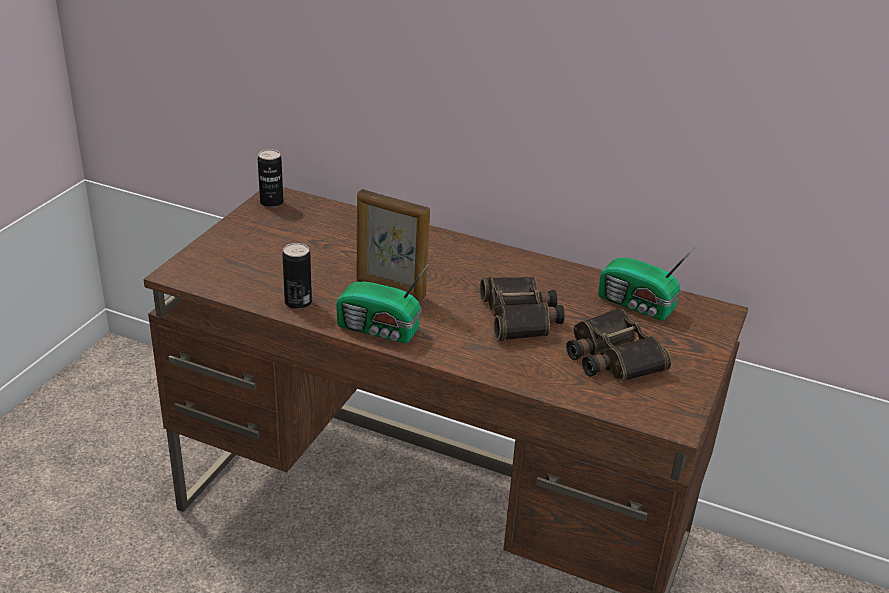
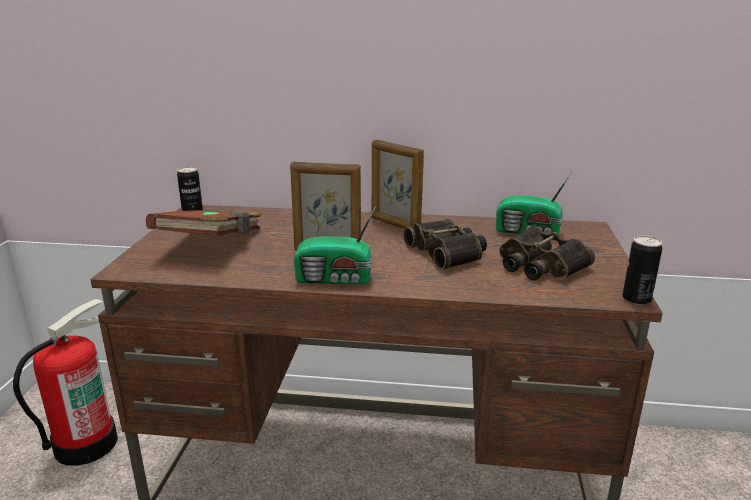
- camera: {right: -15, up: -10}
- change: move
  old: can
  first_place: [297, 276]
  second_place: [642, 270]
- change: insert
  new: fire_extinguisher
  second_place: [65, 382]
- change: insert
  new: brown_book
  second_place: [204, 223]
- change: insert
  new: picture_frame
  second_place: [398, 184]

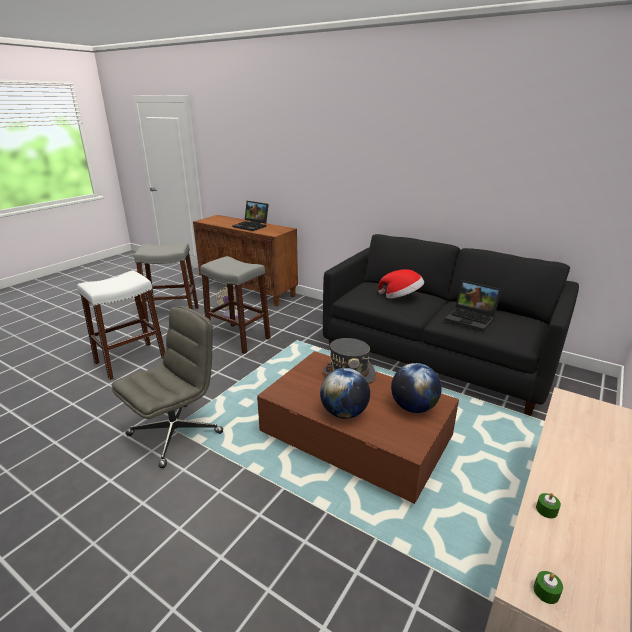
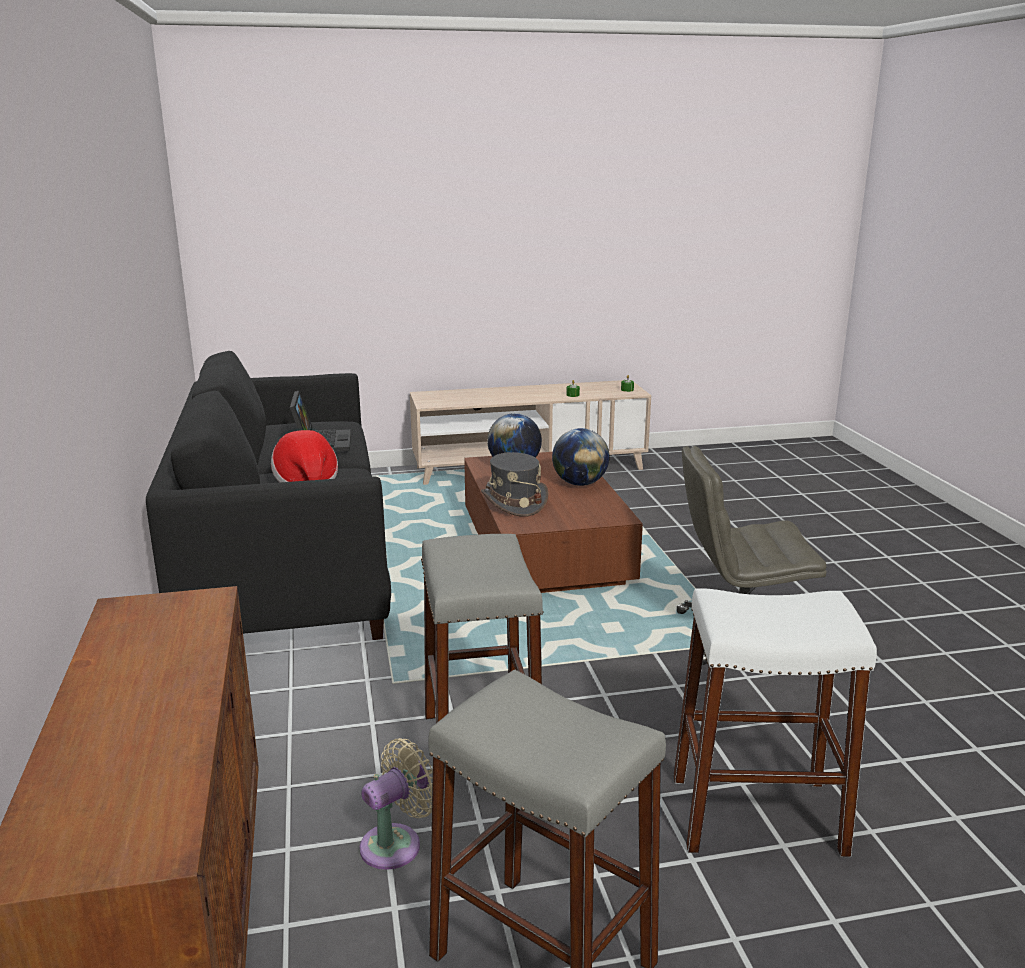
- camera: {right: -135, up: -5}
- change: delete
  old: laptop
  first_place: [250, 216]

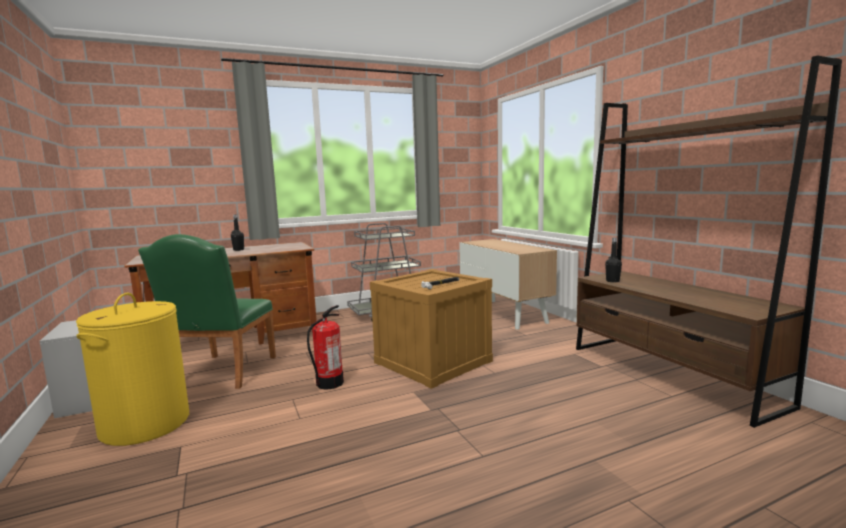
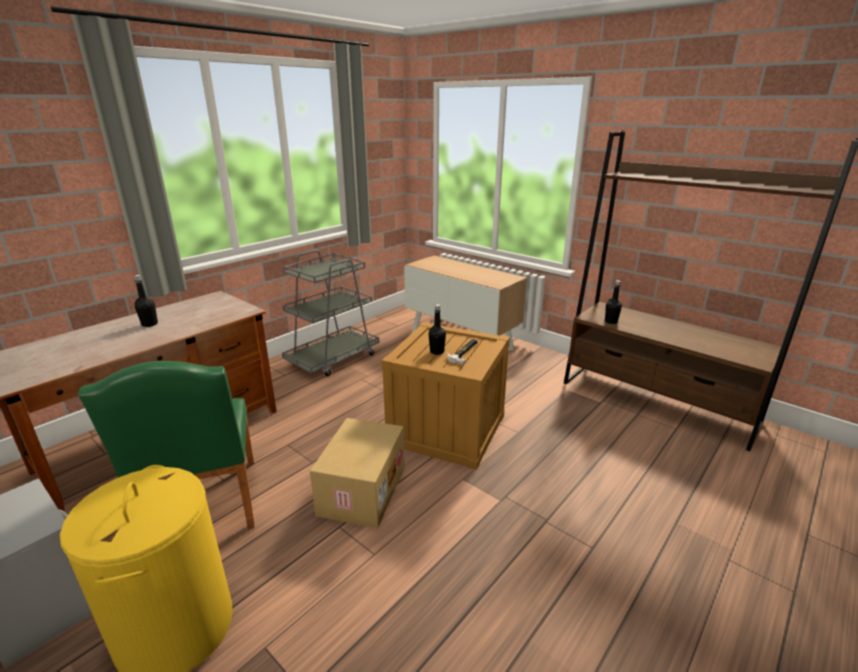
- camera: {right: -25, up: 15}
- change: replace
  old: fire_extinguisher
  new: cardboard_box
  first_place: [325, 347]
  second_place: [357, 473]
- change: insert
  new: black_bottle
  second_place: [437, 329]

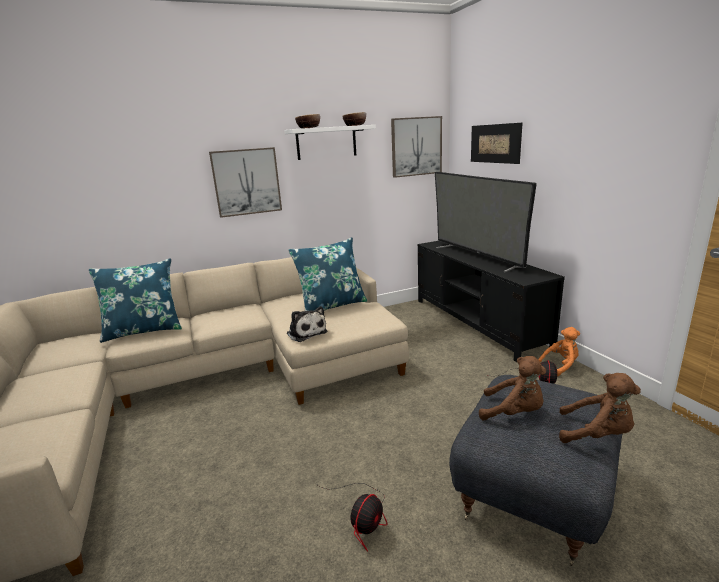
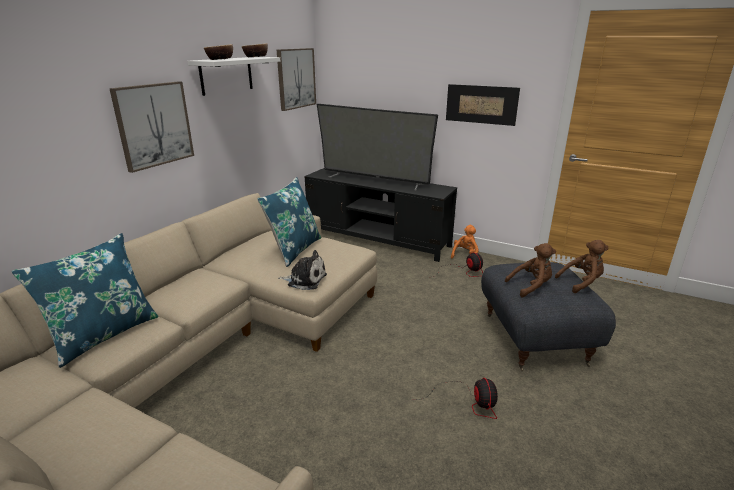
- camera: {right: -40, up: 5}
- change: move
  old: picture
  first_place: [497, 143]
  second_place: [483, 105]

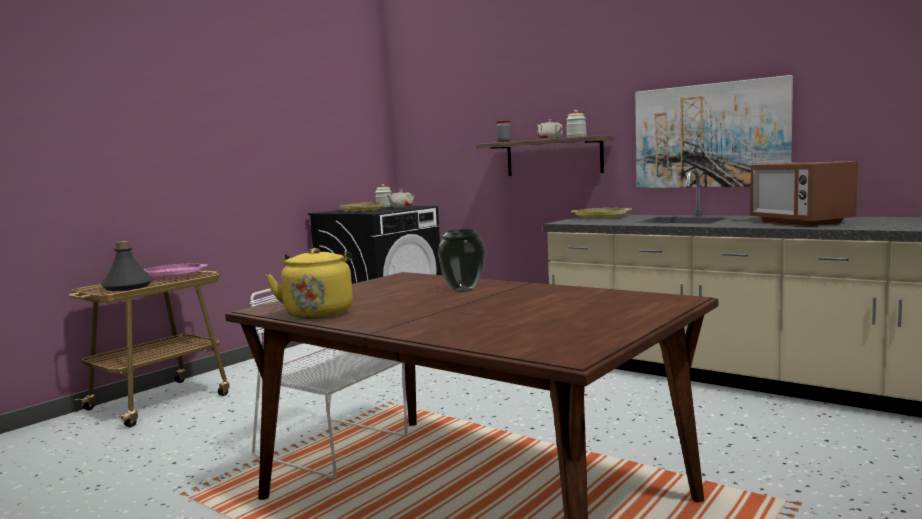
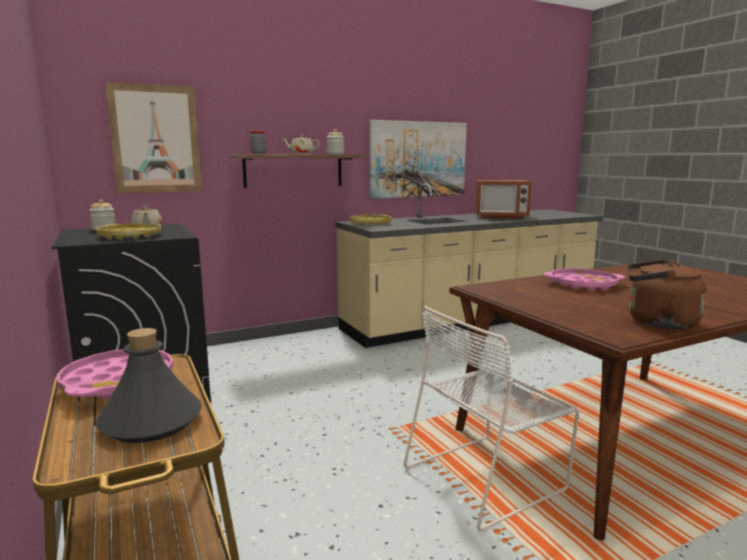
- camera: {right: -65, up: 5}
- change: recolor
  old: yellow_kettle
  new: brown_kettle
  first_place: [309, 283]
  second_place: [667, 294]
- change: replace
  old: vase
  new: pink_tray
  first_place: [462, 260]
  second_place: [584, 279]
- change: insert
  new: picture
  second_place: [153, 137]

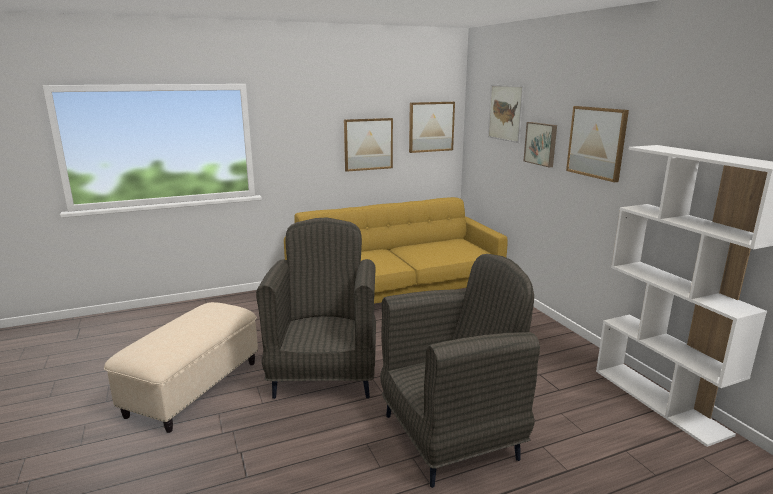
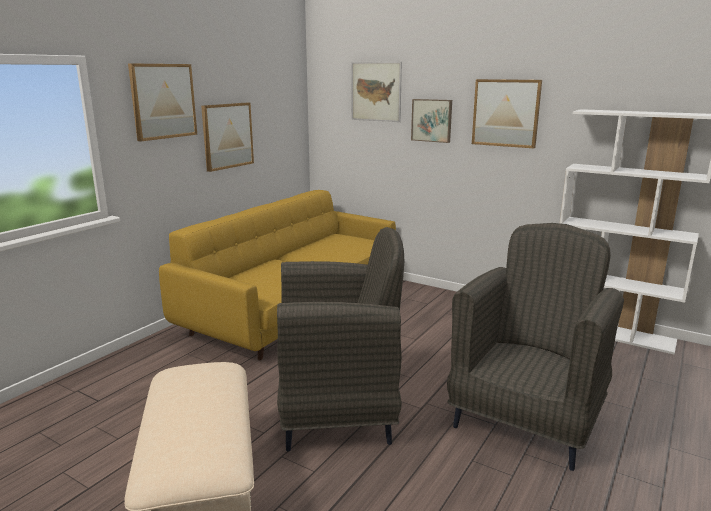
- camera: {right: -35, up: 0}
- change: rotate
  old: grey_armchair
  first_place: [316, 308]
  second_place: [340, 339]
  degrees: 120
- change: move
  old: picture
  first_place: [432, 127]
  second_place: [162, 102]

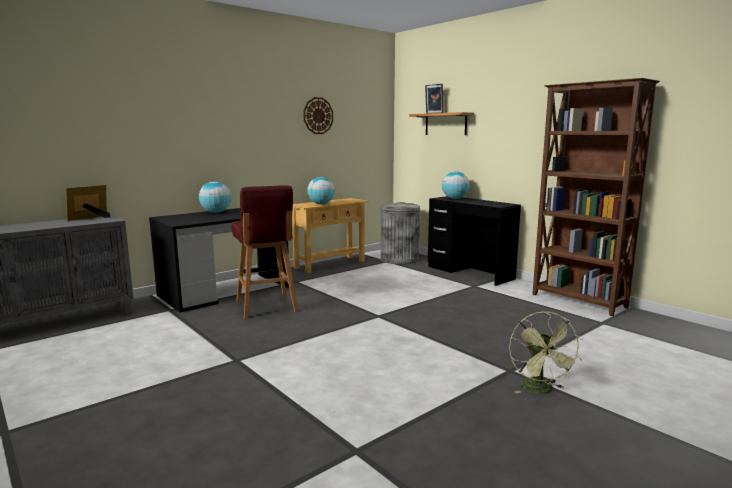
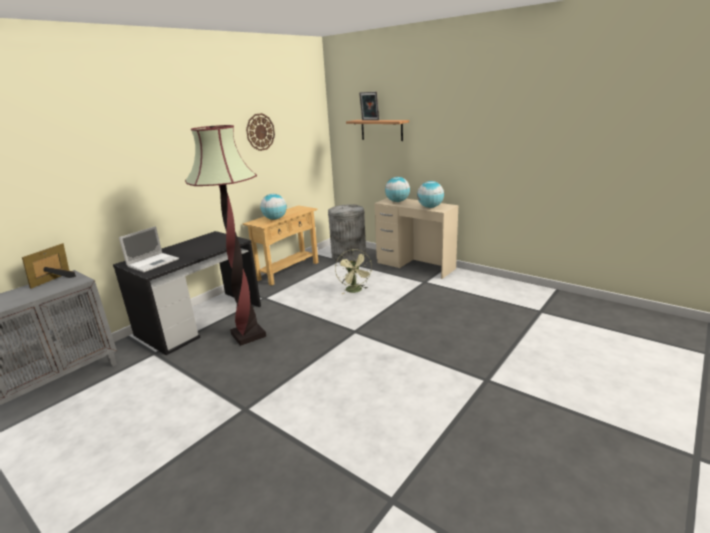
- camera: {right: -10, up: 10}
- change: move
  old: globe
  first_place: [215, 197]
  second_place: [430, 194]
- change: replace
  old: red_stool
  new: floor_lamp
  first_place: [265, 252]
  second_place: [225, 235]
- change: recolor
  old: black_desk
  new: beige_desk
  first_place: [474, 241]
  second_place: [416, 238]
- change: move
  old: green_fan
  first_place: [545, 352]
  second_place: [354, 271]
- change: delete
  old: brown_bookcase
  first_place: [596, 197]
- change: insert
  new: laptop
  second_place: [149, 249]

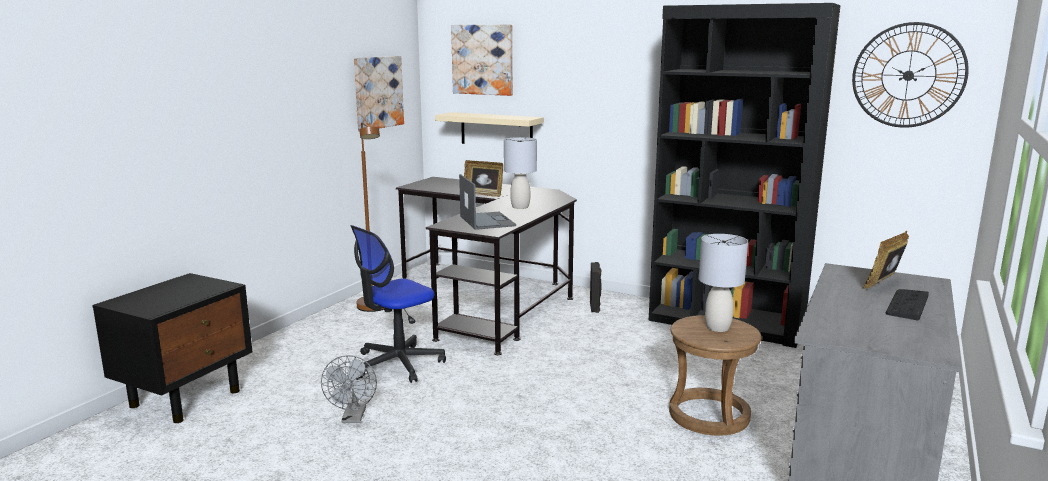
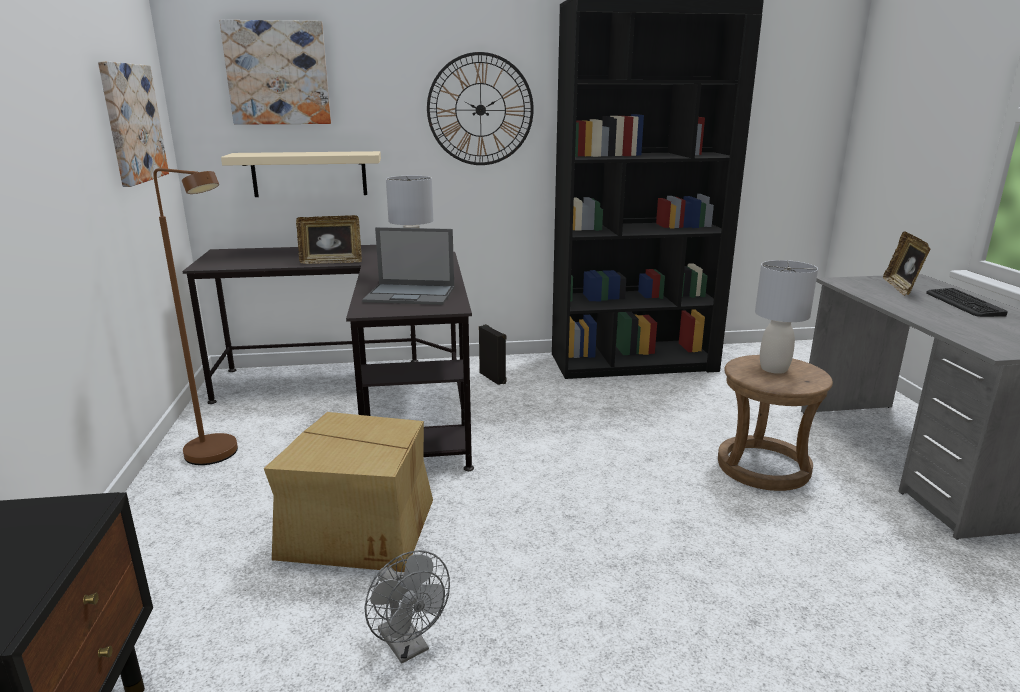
- camera: {right: -35, up: 5}
- change: replace
  old: office_chair
  new: cardboard_box
  first_place: [398, 304]
  second_place: [348, 492]
- change: rotate
  old: laptop
  first_place: [487, 202]
  second_place: [408, 266]
  degrees: 150
- change: move
  old: wall_clock
  first_place: [910, 75]
  second_place: [480, 108]

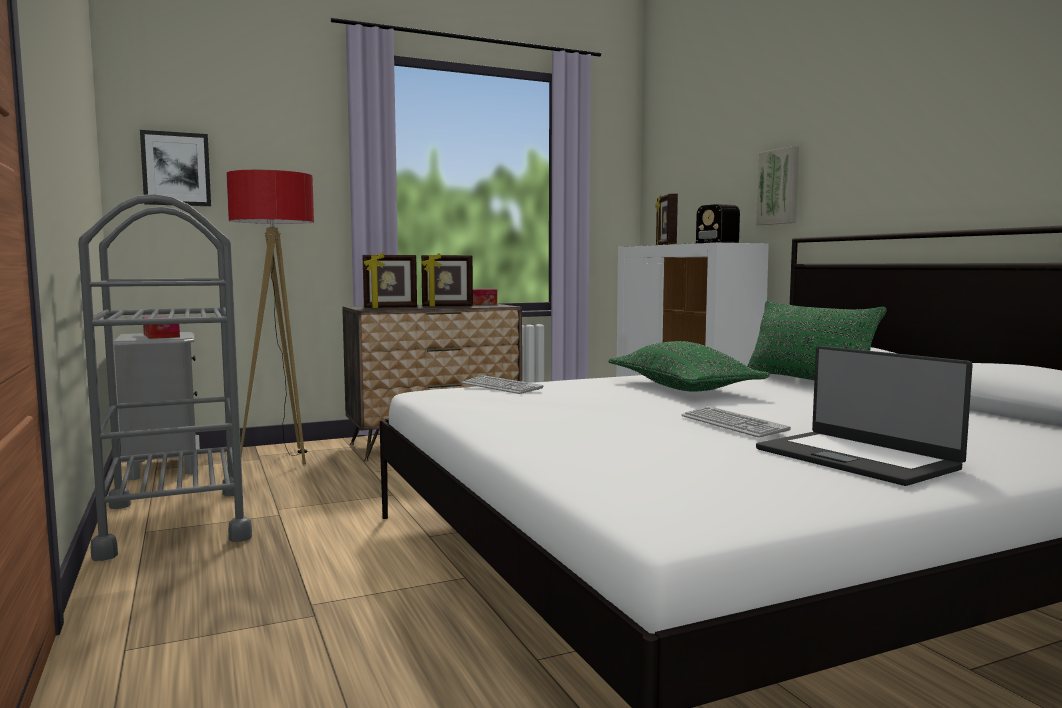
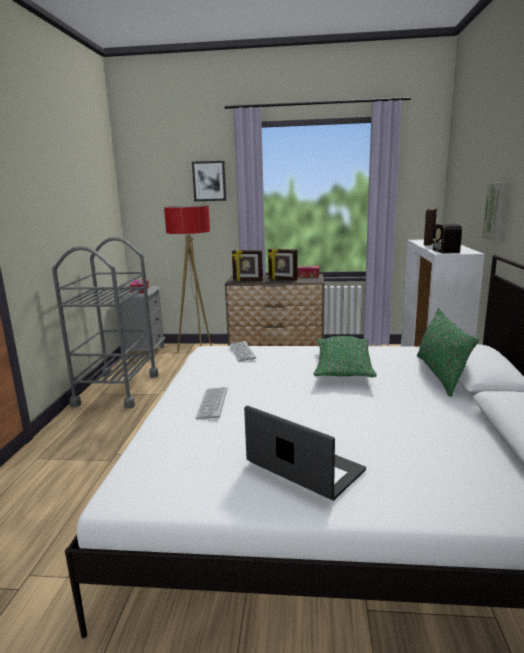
- camera: {right: 30, up: 10}
- change: move
  old: picture
  first_place: [175, 168]
  second_place: [209, 181]
- change: move
  old: keyboard
  first_place: [736, 422]
  second_place: [211, 403]
- change: rotate
  old: laptop
  first_place: [864, 416]
  second_place: [305, 452]
  degrees: 135

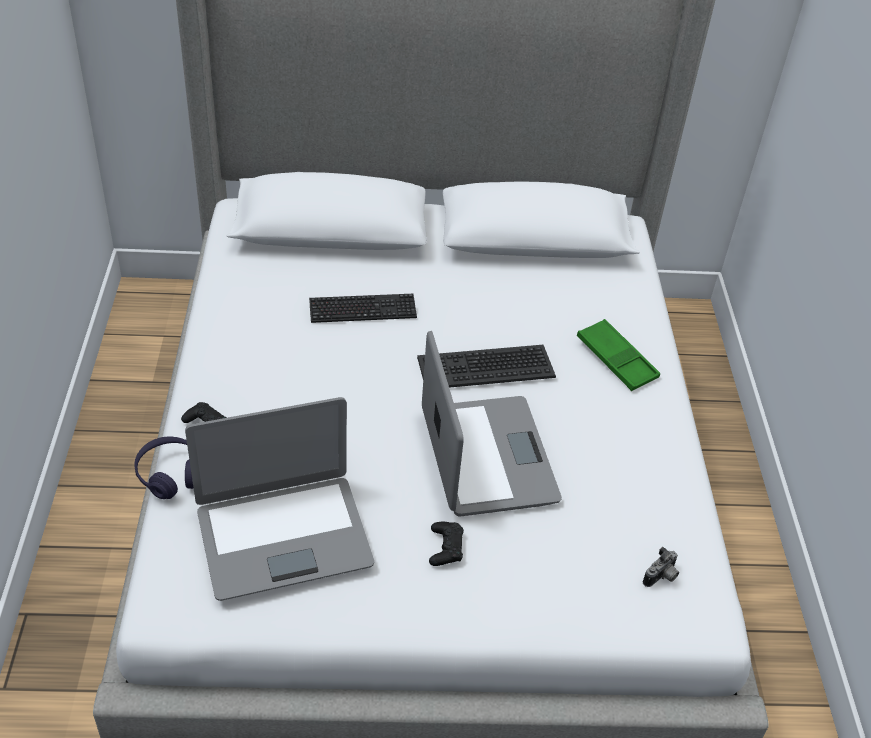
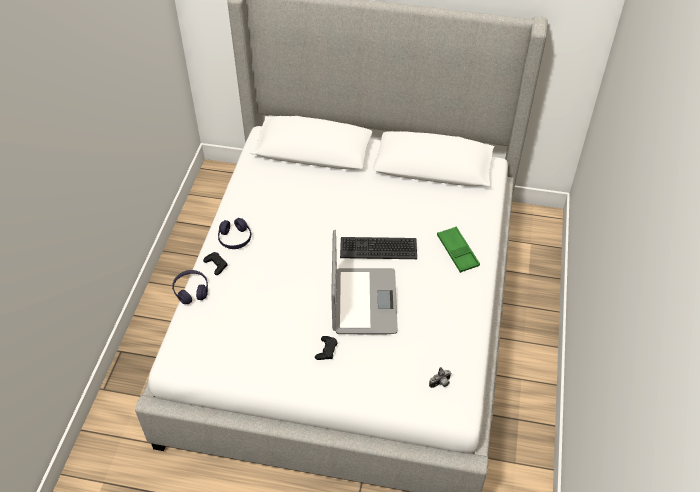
- camera: {right: 15, up: 5}
- change: delete
  old: laptop
  first_place: [279, 499]
- change: delete
  old: keyboard
  first_place: [363, 308]
- change: insert
  new: purple_headphones
  second_place: [234, 233]

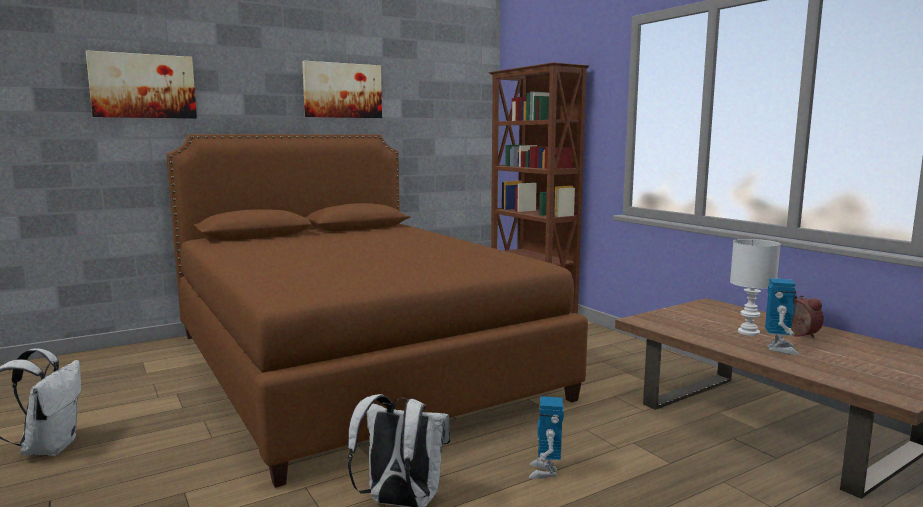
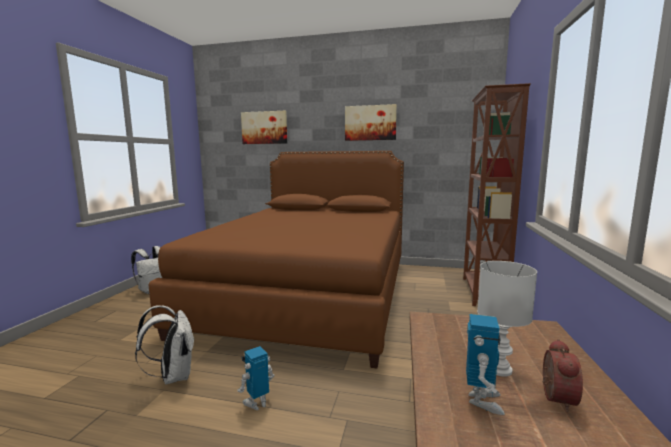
- camera: {right: 45, up: 0}
- change: rotate
  old: toy_robot
  first_place: [782, 316]
  second_place: [485, 364]
  degrees: -45

